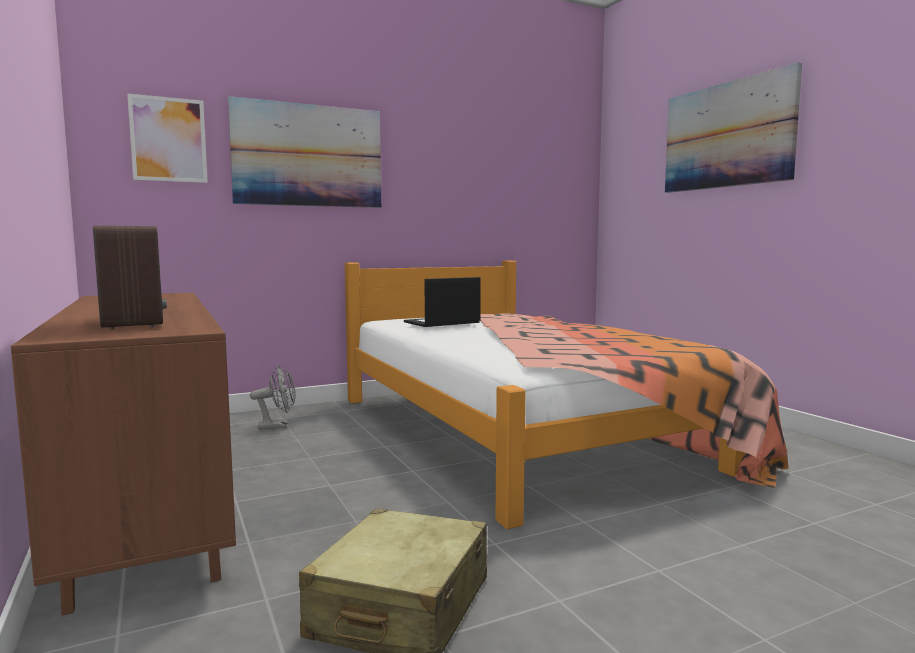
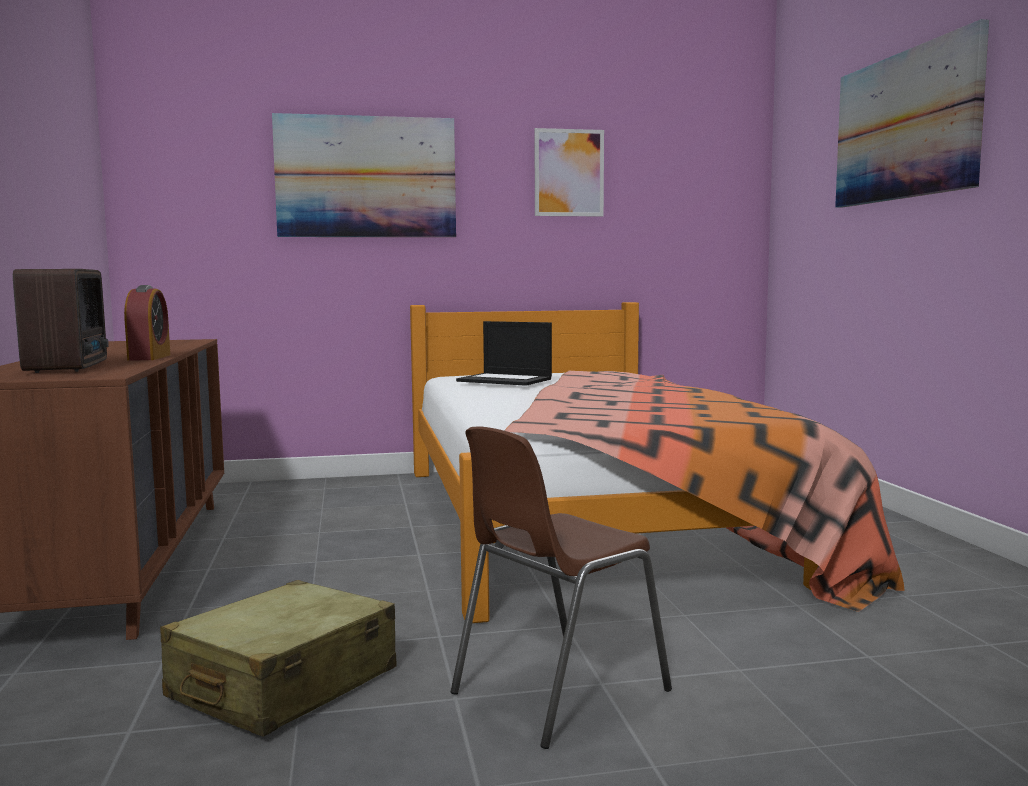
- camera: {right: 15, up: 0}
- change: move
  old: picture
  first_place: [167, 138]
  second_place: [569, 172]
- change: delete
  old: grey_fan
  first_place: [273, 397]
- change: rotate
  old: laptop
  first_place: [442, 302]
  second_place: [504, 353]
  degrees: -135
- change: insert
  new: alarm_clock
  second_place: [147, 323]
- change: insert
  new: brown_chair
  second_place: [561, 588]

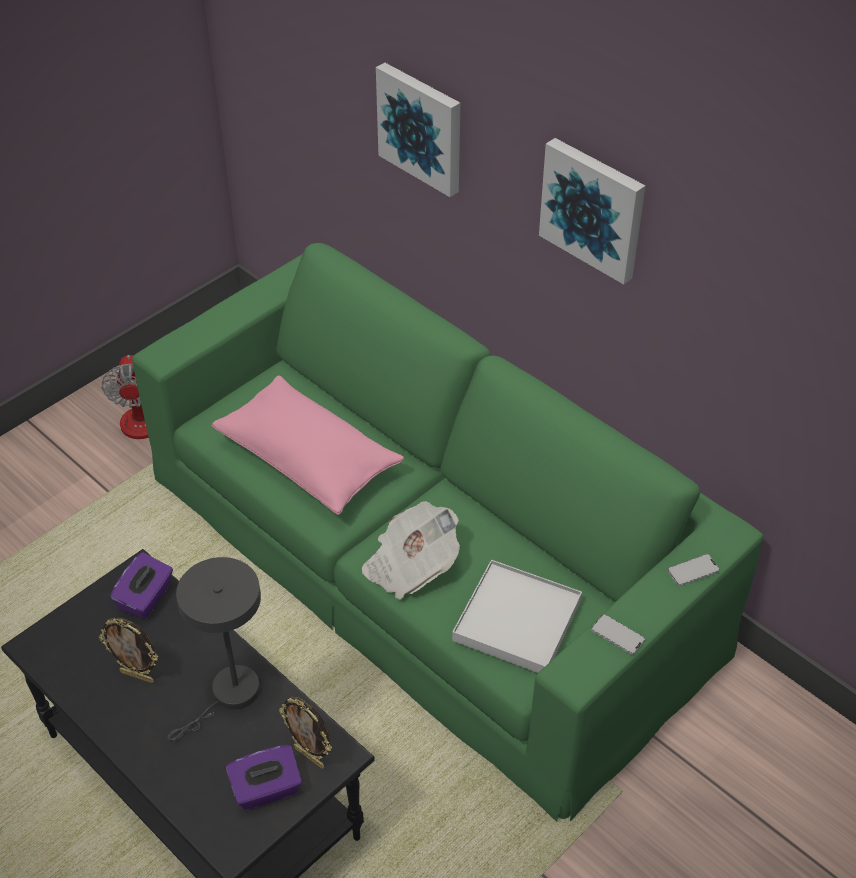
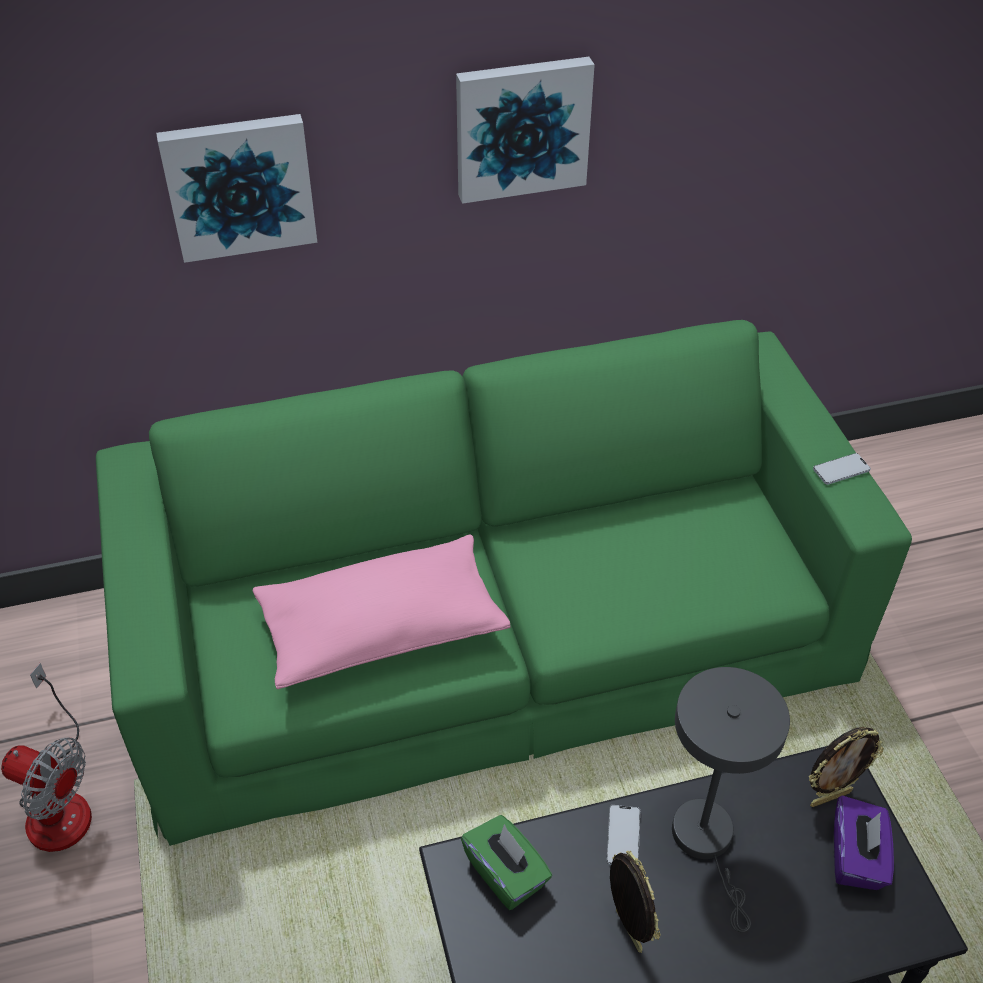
- camera: {right: -60, up: 0}
- change: rotate
  old: picture_frame
  first_place: [128, 650]
  second_place: [635, 902]
  degrees: -75
- change: recolor
  old: purple_tissue_box
  new: green_tissue_box
  first_place: [141, 585]
  second_place: [506, 862]
- change: delete
  old: newspaper
  first_place: [411, 550]
- change: delete
  old: white_tray
  first_place: [517, 616]
- change: move
  old: phone
  first_place: [693, 570]
  second_place: [623, 835]

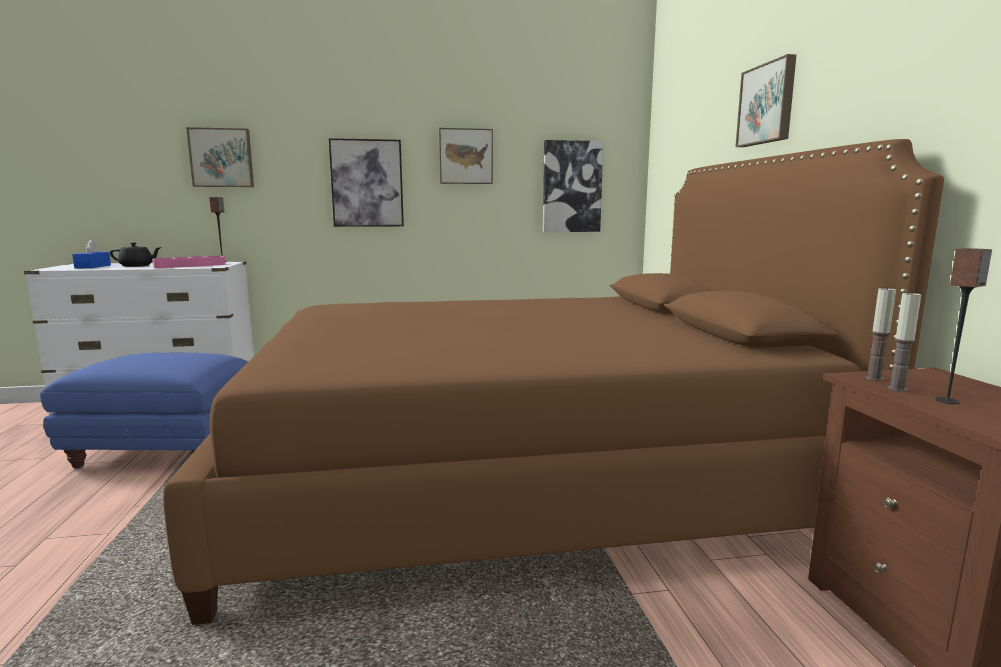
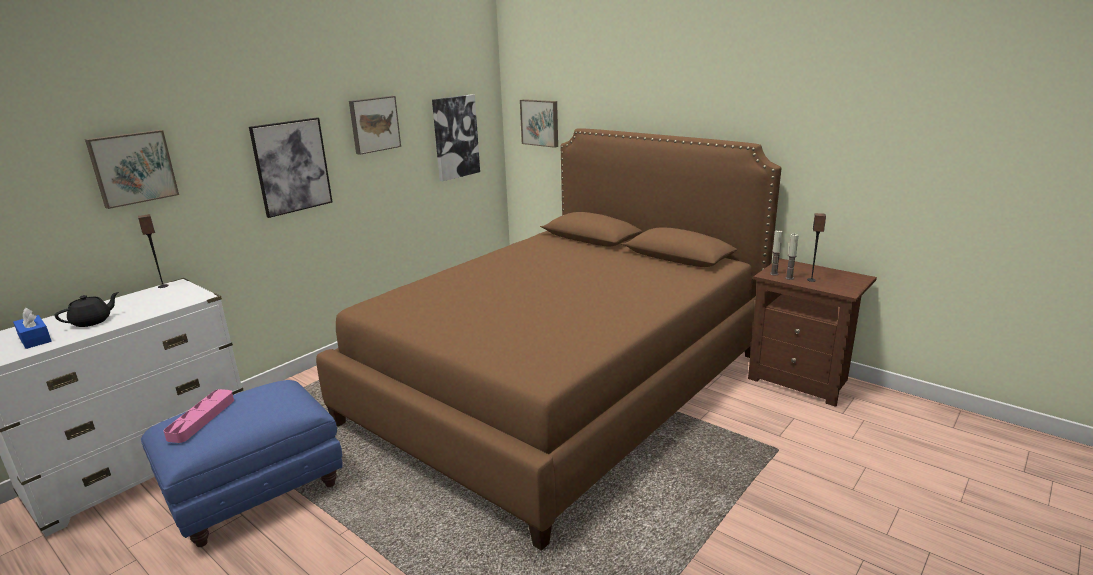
- camera: {right: -40, up: 10}
- change: move
  old: pink_tray
  first_place: [188, 262]
  second_place: [198, 416]
- change: move
  old: picture
  first_place: [766, 100]
  second_place: [539, 123]

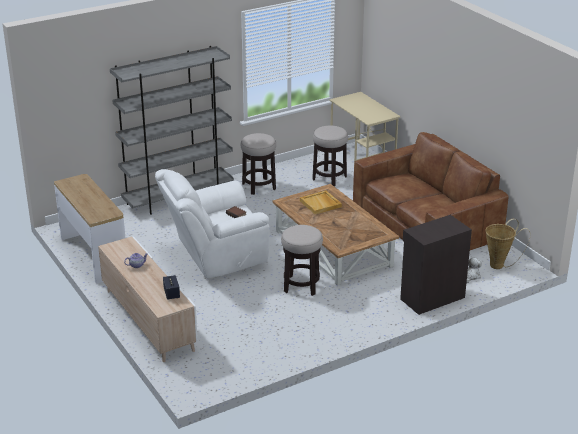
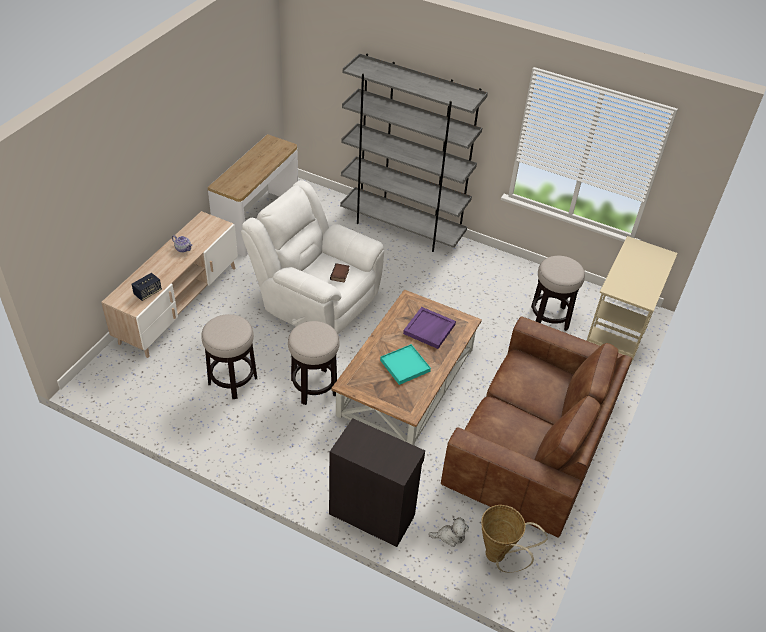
- camera: {right: 55, up: 15}
- change: move
  old: stool
  first_place: [258, 164]
  second_place: [229, 356]
- change: recolor
  old: beige_tray
  new: purple_tray
  first_place: [321, 202]
  second_place: [429, 328]
- change: insert
  new: turquoise_tray
  second_place: [405, 364]

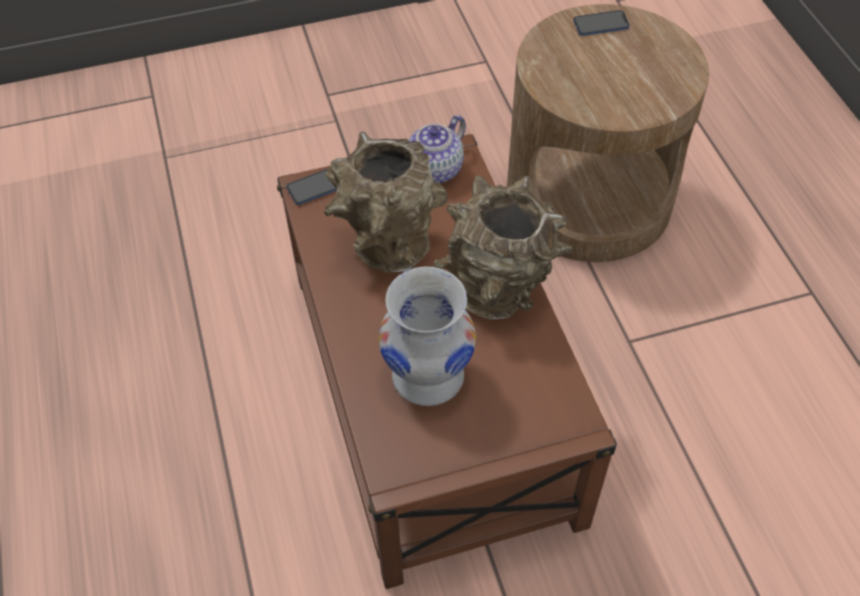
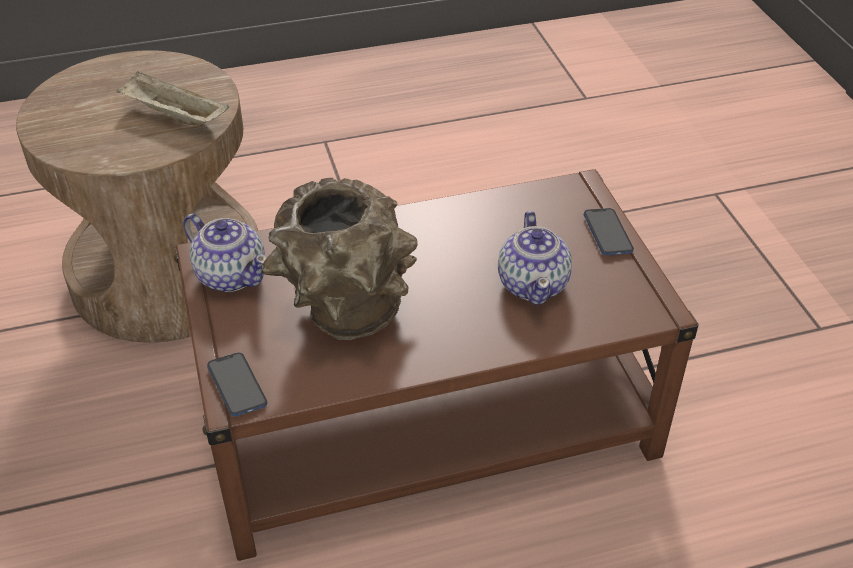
- camera: {right: -90, up: -10}
- change: replace
  old: white_vase
  new: teapot
  first_place: [427, 336]
  second_place: [535, 258]
- change: delete
  old: brown_vase
  first_place: [503, 247]
- change: move
  old: phone
  first_place: [601, 23]
  second_place: [609, 231]
- change: insert
  new: beige_tray
  second_place: [172, 98]

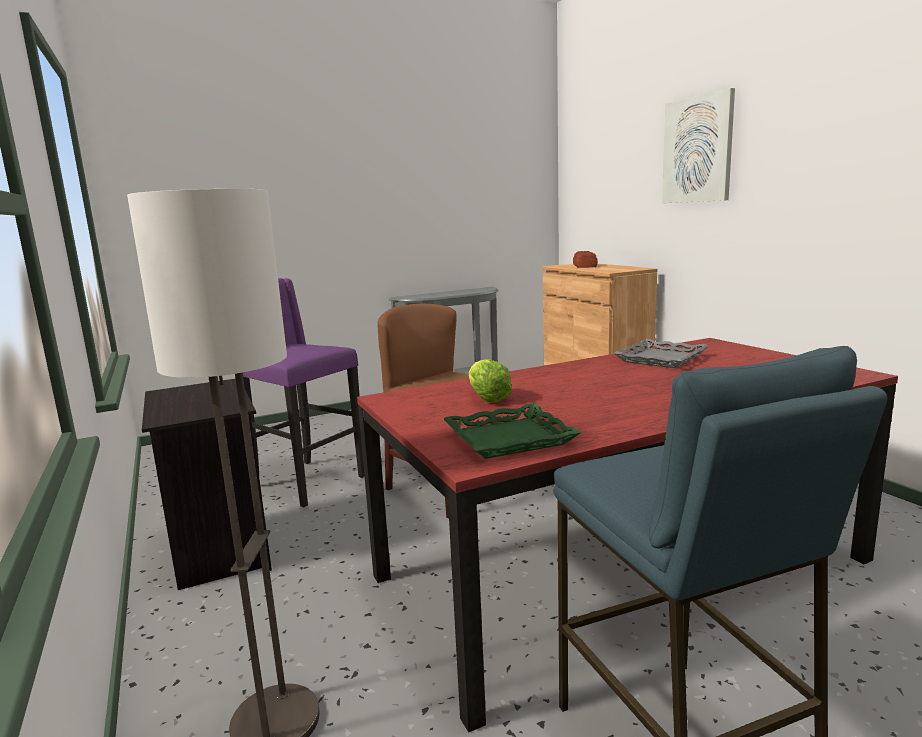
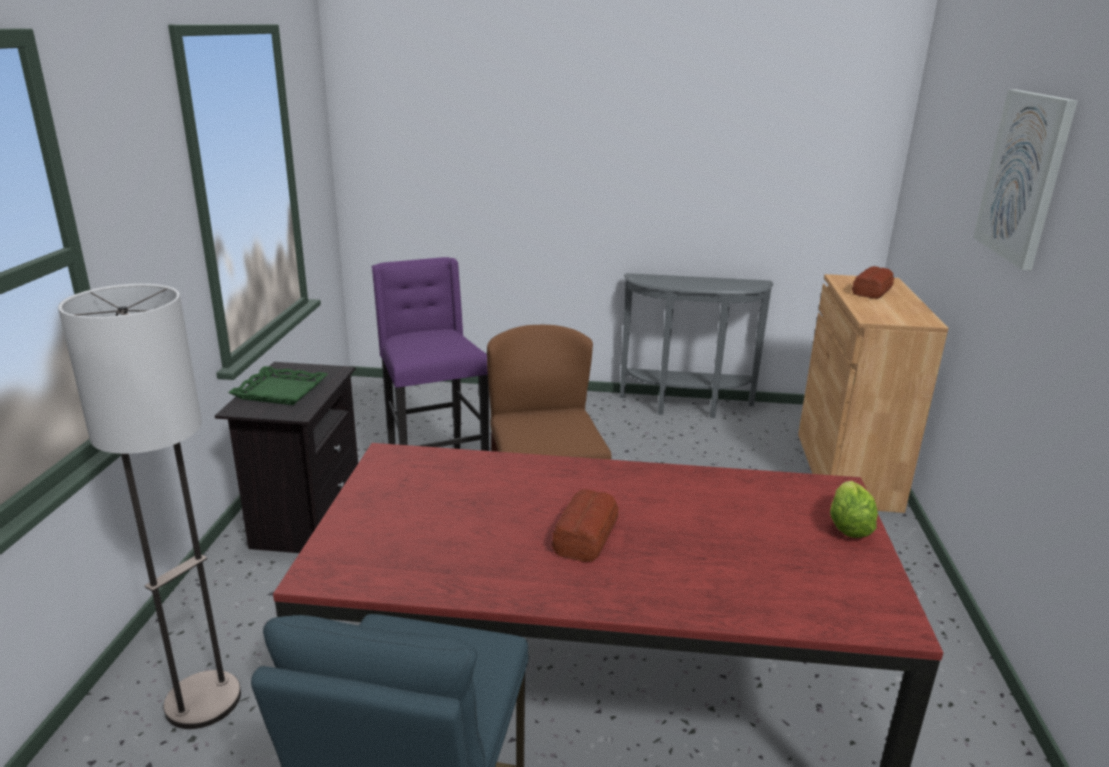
- camera: {right: 30, up: 10}
- change: move
  old: green_tray
  first_place: [512, 431]
  second_place: [277, 385]
- change: move
  old: lettuce
  first_place: [490, 380]
  second_place: [854, 509]
- change: delete
  old: grey_tray
  first_place: [661, 353]
- change: insert
  new: bread
  second_place: [585, 525]

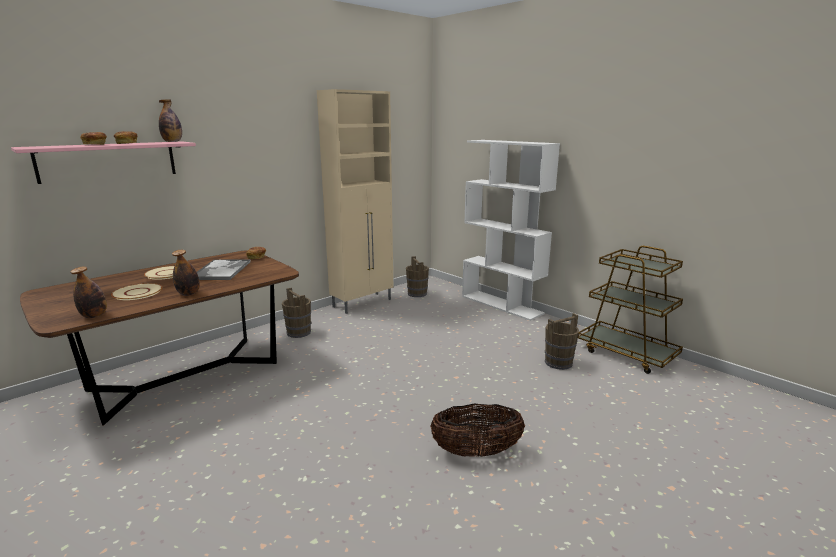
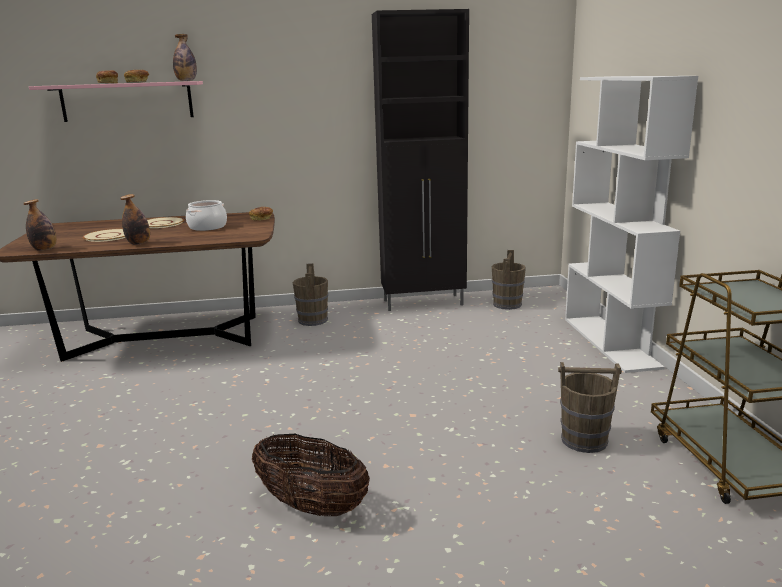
- camera: {right: 35, up: 0}
- change: replace
  old: tray
  new: cooking_pot
  first_place: [223, 269]
  second_place: [206, 215]
- change: recolor
  old: beige_cabinet
  new: black_cabinet
  first_place: [355, 201]
  second_place: [420, 160]

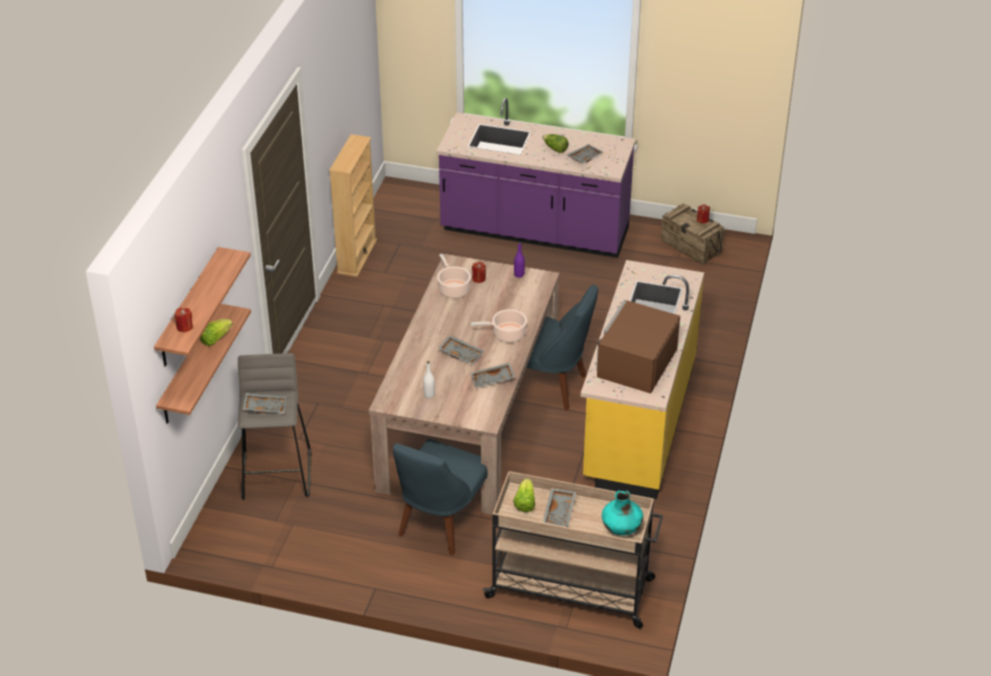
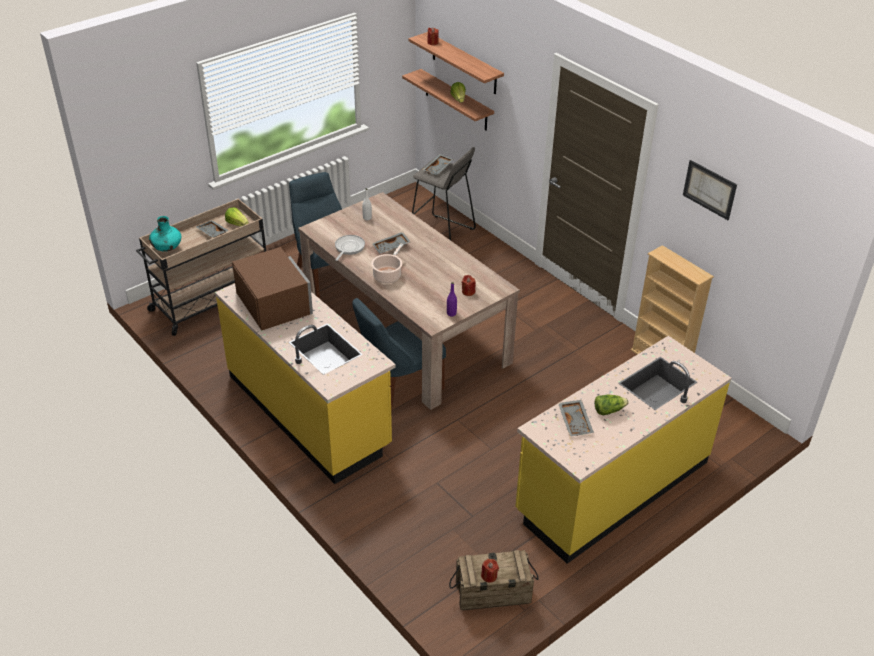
- camera: {right: 125, up: 0}
- change: recolor
  old: purple_counter
  new: yellow_counter
  first_place: [536, 178]
  second_place: [623, 450]
- change: delete
  old: cooking_pot
  first_place: [454, 276]
- change: replace
  old: grey_tray
  new: frying_pan
  first_place: [493, 375]
  second_place: [350, 248]
- change: insert
  new: picture
  second_place: [710, 190]

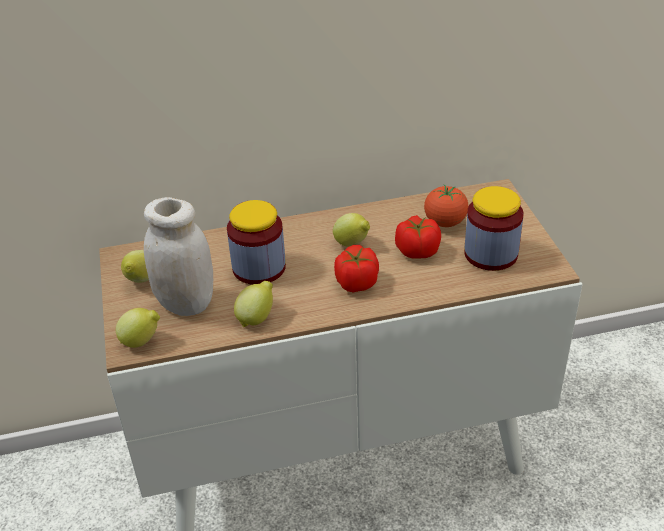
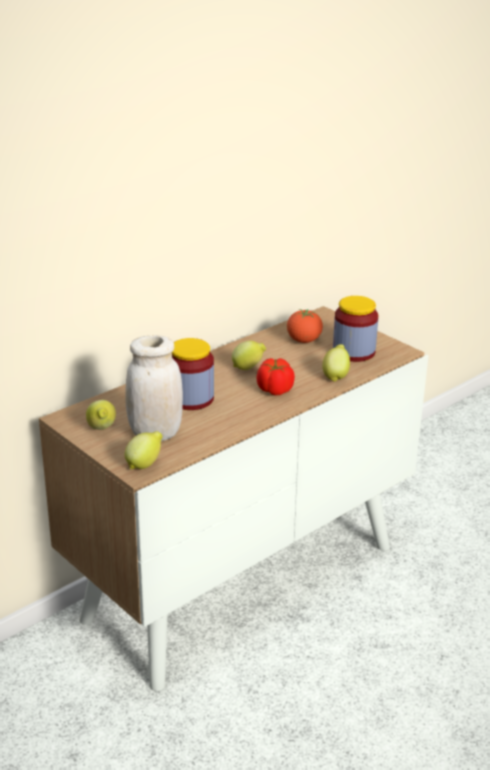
- camera: {right: -30, up: -10}
- change: move
  old: lemon
  first_place: [253, 304]
  second_place: [336, 363]
- change: delete
  old: tomato
  first_place: [418, 237]

